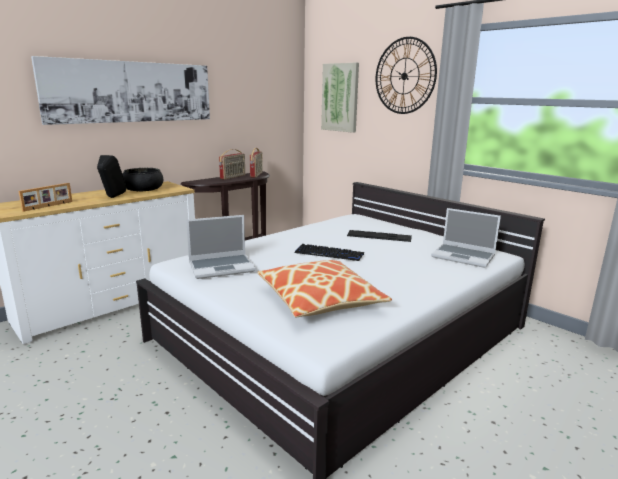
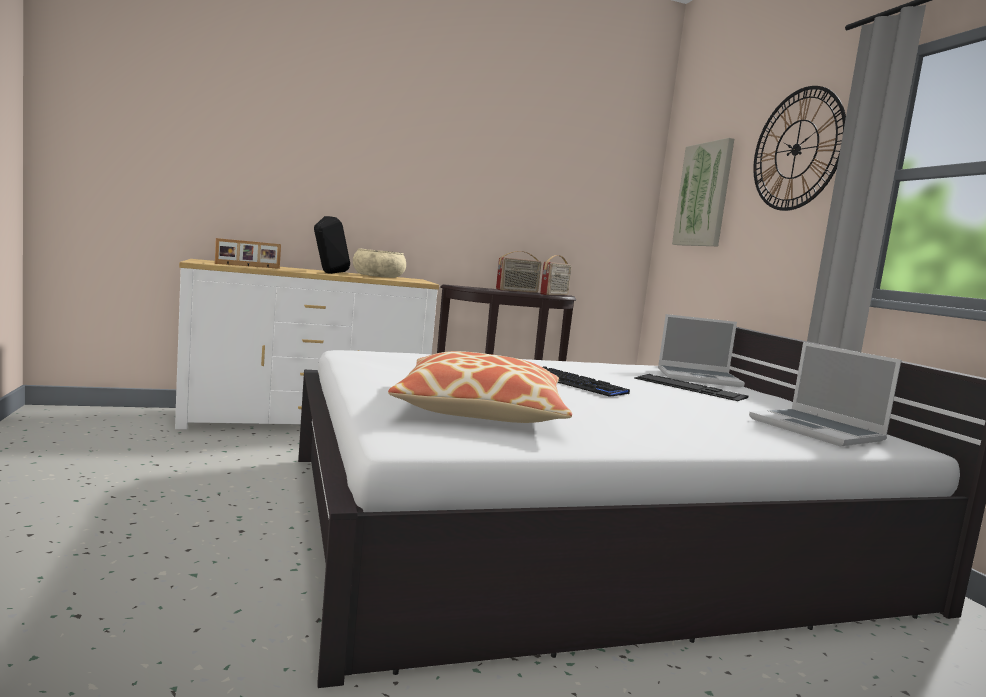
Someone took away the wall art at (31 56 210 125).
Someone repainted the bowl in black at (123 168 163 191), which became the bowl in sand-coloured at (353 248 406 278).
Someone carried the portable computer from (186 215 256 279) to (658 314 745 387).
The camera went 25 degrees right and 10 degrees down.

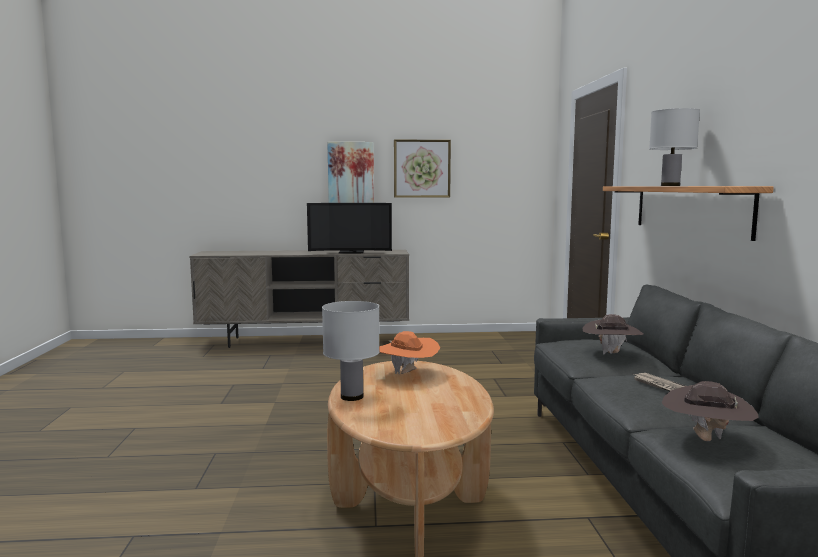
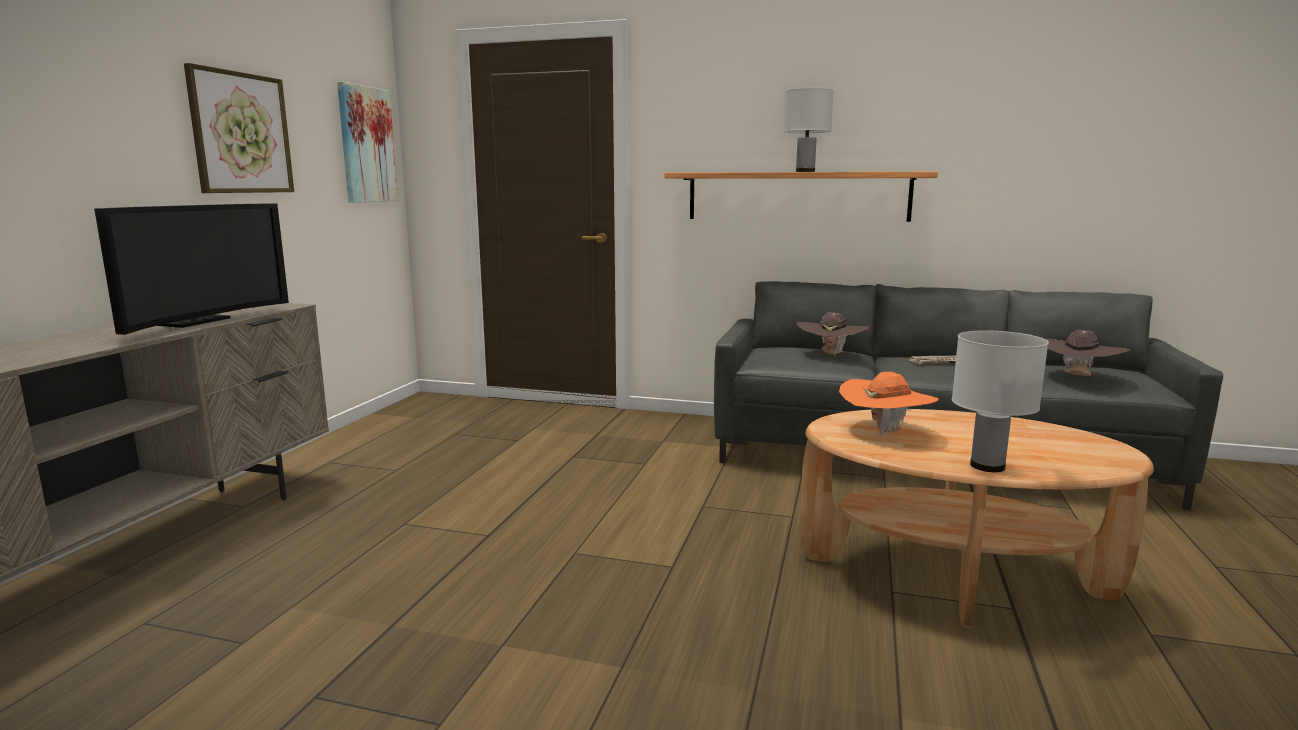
Someone carried the wall art from (327 142 374 203) to (337 82 398 203).
The camera went 70 degrees left and 5 degrees up.

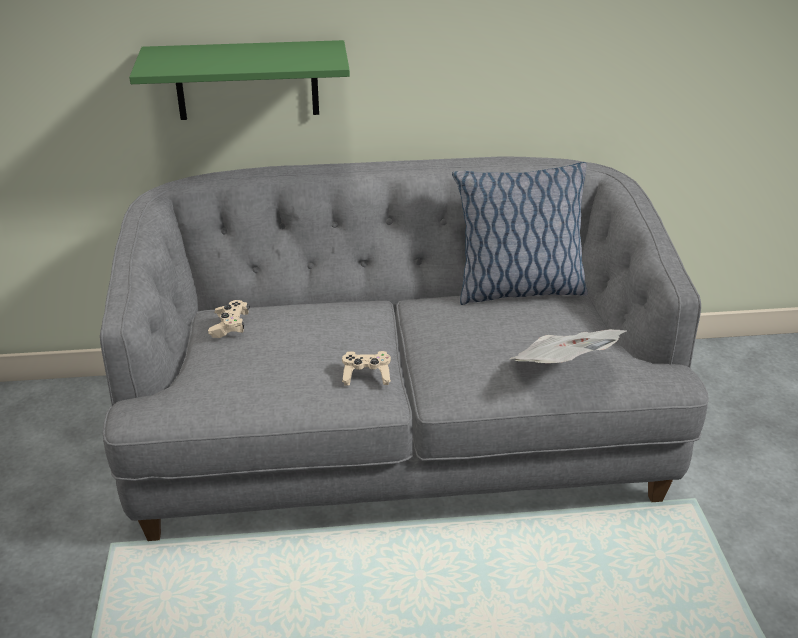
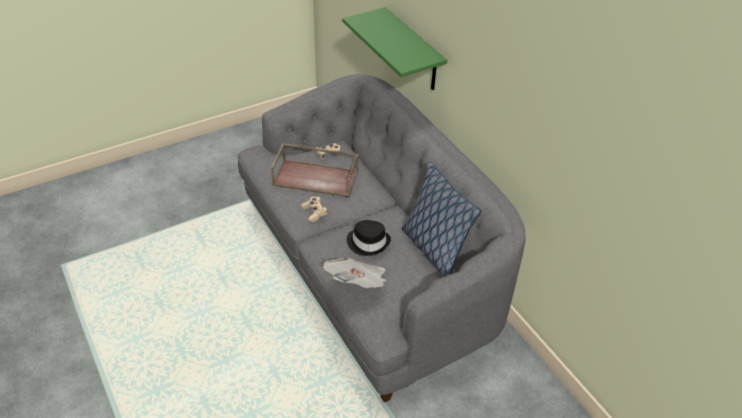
Someone put down the carrying tray in brownish at (271 143 359 197).
Someone put down the clothing hat in black at (347 220 391 256).
The camera went 65 degrees right and 10 degrees up.

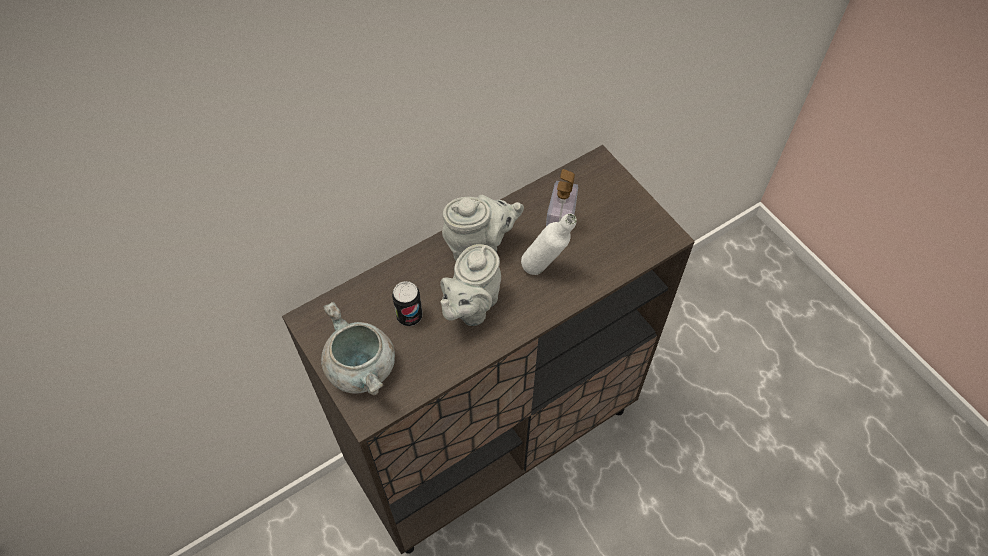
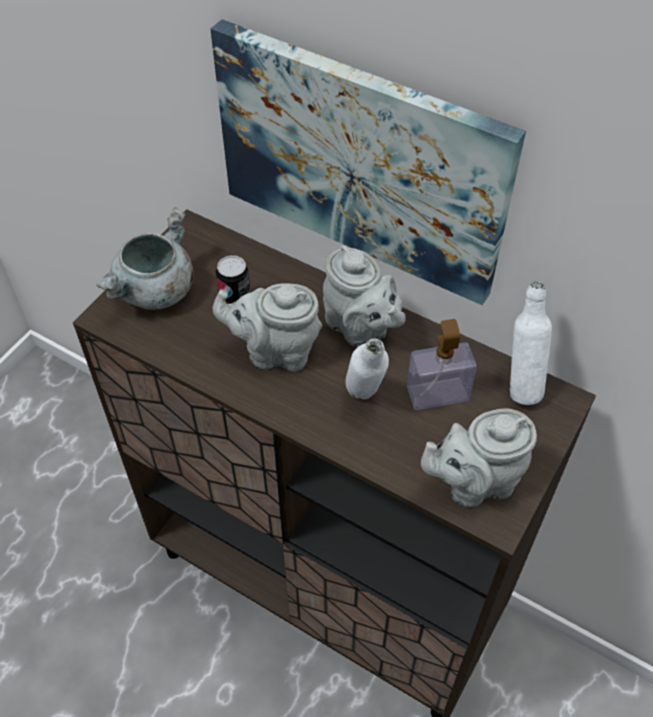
Someone put up the wall art at (210 19 526 305).
Someone put down the beverage bottle in white at (510 282 552 405).
Someone put down the tea pot in greyish at (421 408 537 508).
The camera went 65 degrees right and 5 degrees down.

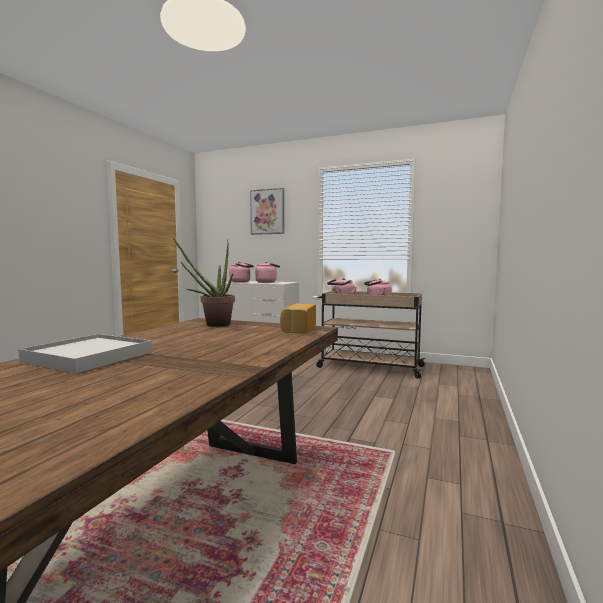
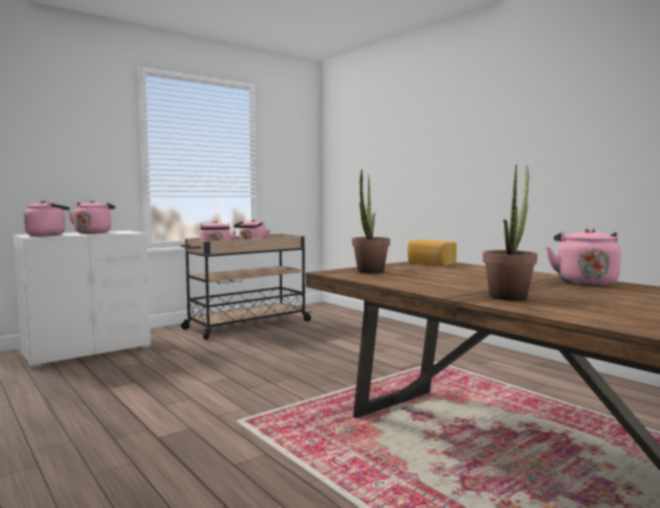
Someone took away the wall art at (250 188 284 235).
Someone swapped the carrying tray in white at (18 334 152 373) for the plant in a pot at (483 164 537 301).
Someone put down the tea kettle in pink-coloured at (546 228 621 286).
The camera went 60 degrees left and 0 degrees up.

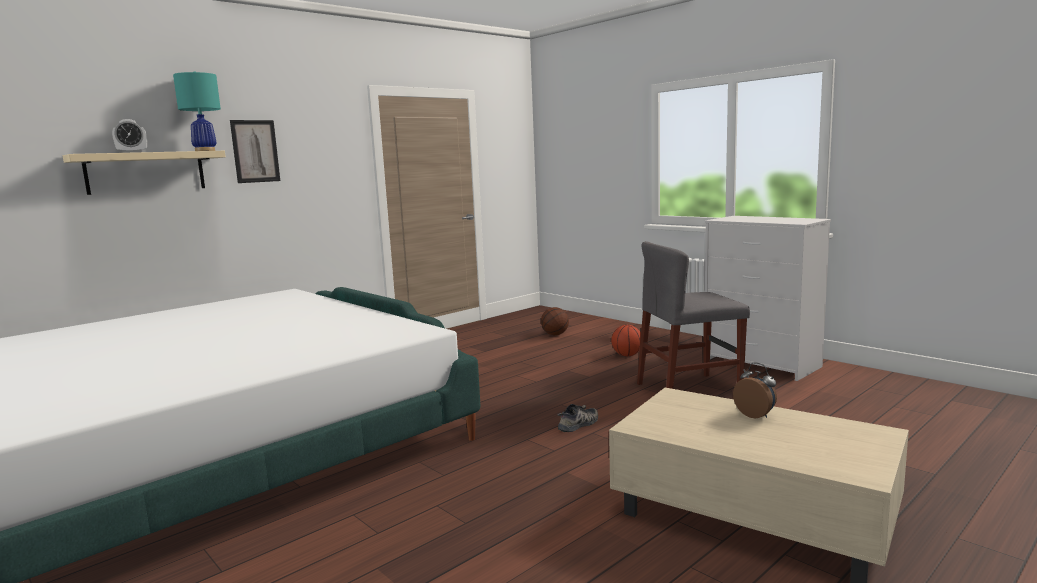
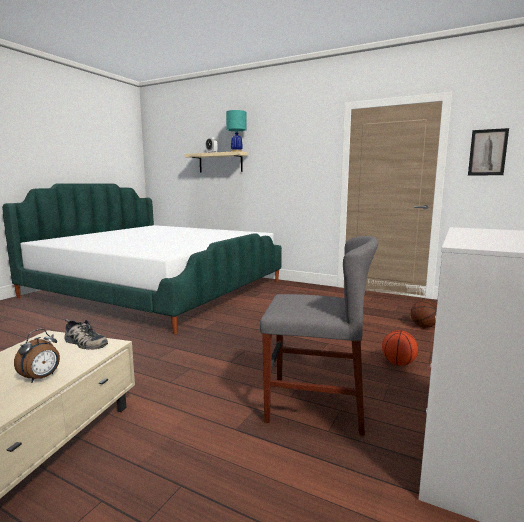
Someone carried the wall art from (230 120 280 183) to (468 128 509 176).
Someone rotated the plain chair in greyish at (637 241 750 389) by 135 degrees clockwise.
Someone carried the shoe from (557 404 598 432) to (64 319 108 350).
The camera went 70 degrees right and 0 degrees up.

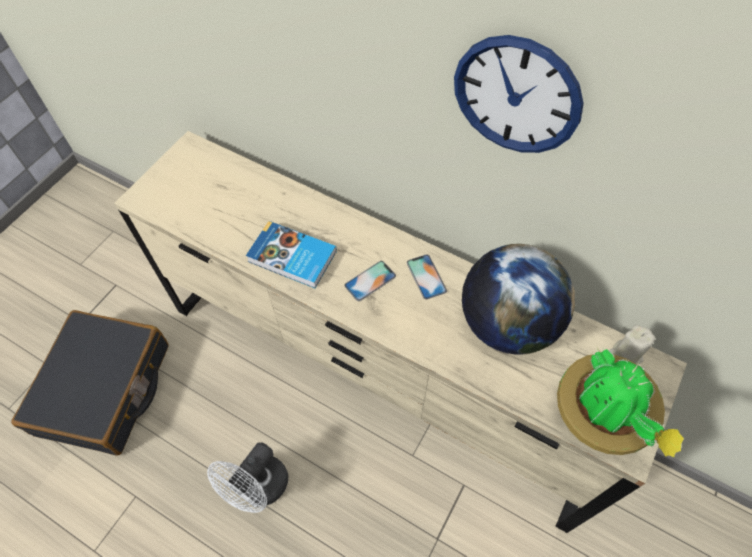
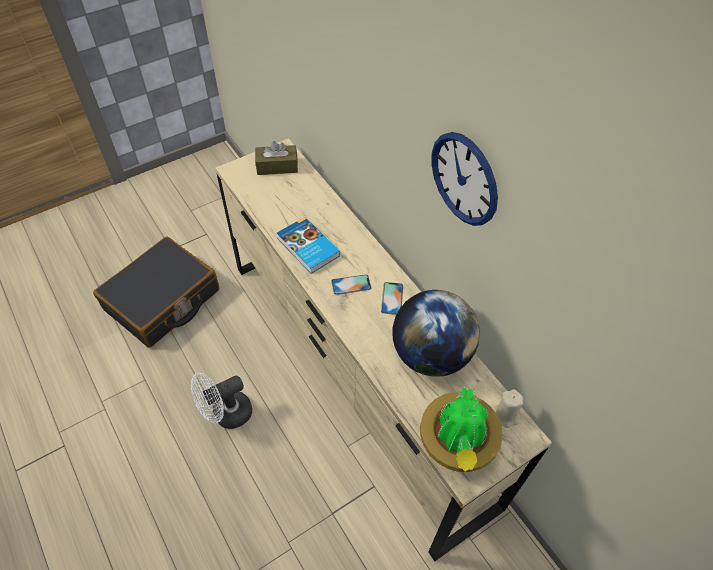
Someone put down the tissue box in brownish at (255 141 298 175).
The camera went 25 degrees right and 5 degrees down.

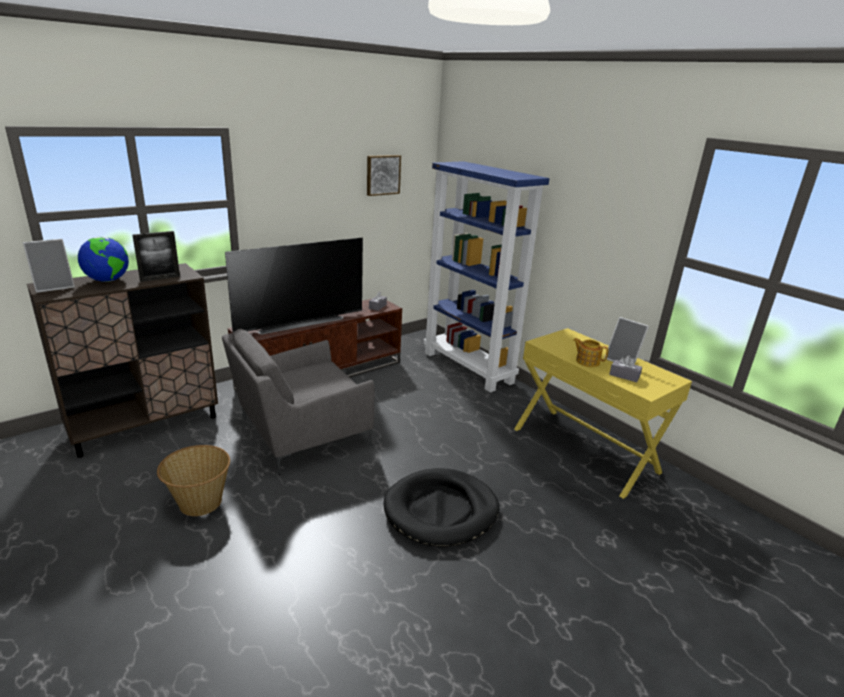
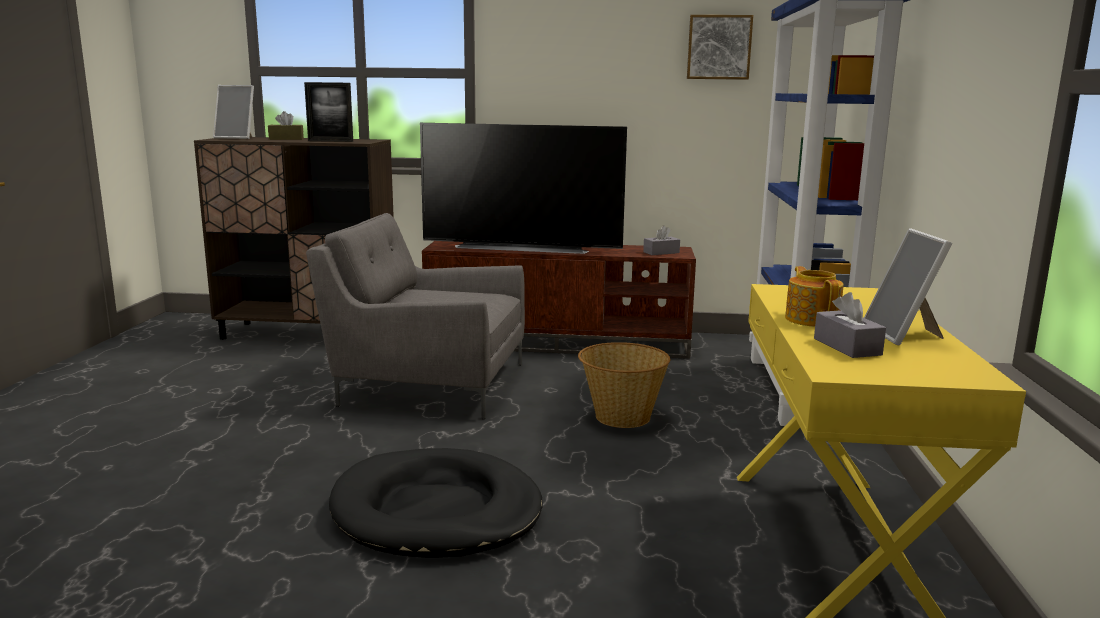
Someone swapped the globe at (78 237 129 282) for the tissue box in brownish at (268 111 304 140).
Someone carried the household basket from (157 445 230 516) to (578 342 670 428).
The camera went 45 degrees right and 10 degrees down.

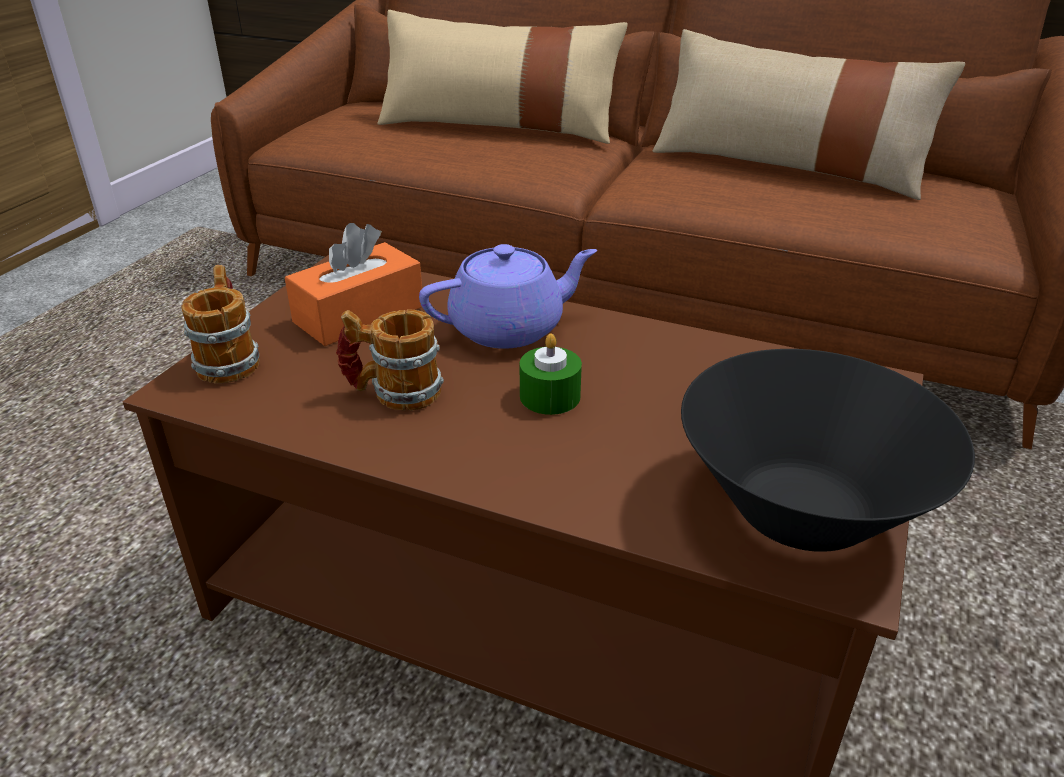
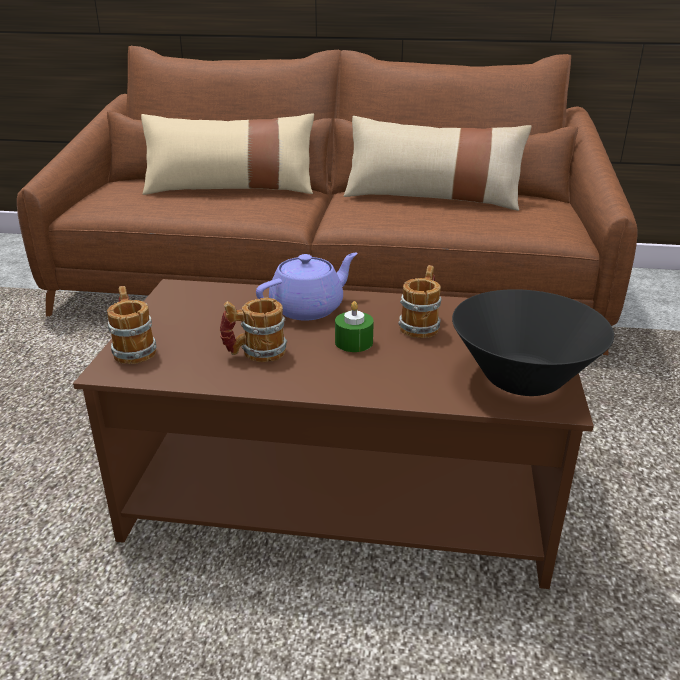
Someone took away the tissue box in orange-coloured at (285 223 422 346).
Someone put down the mug at (398 265 442 338).
The camera went 15 degrees left and 5 degrees down.

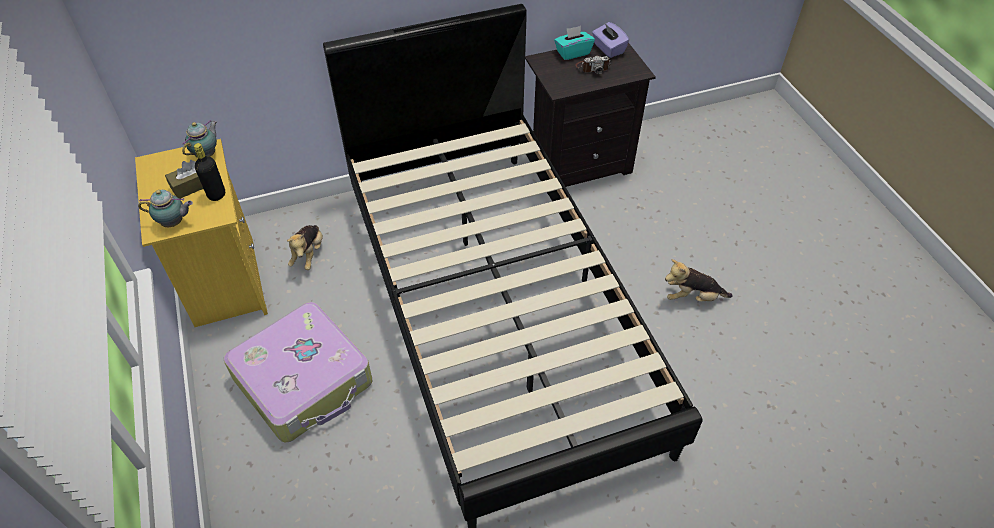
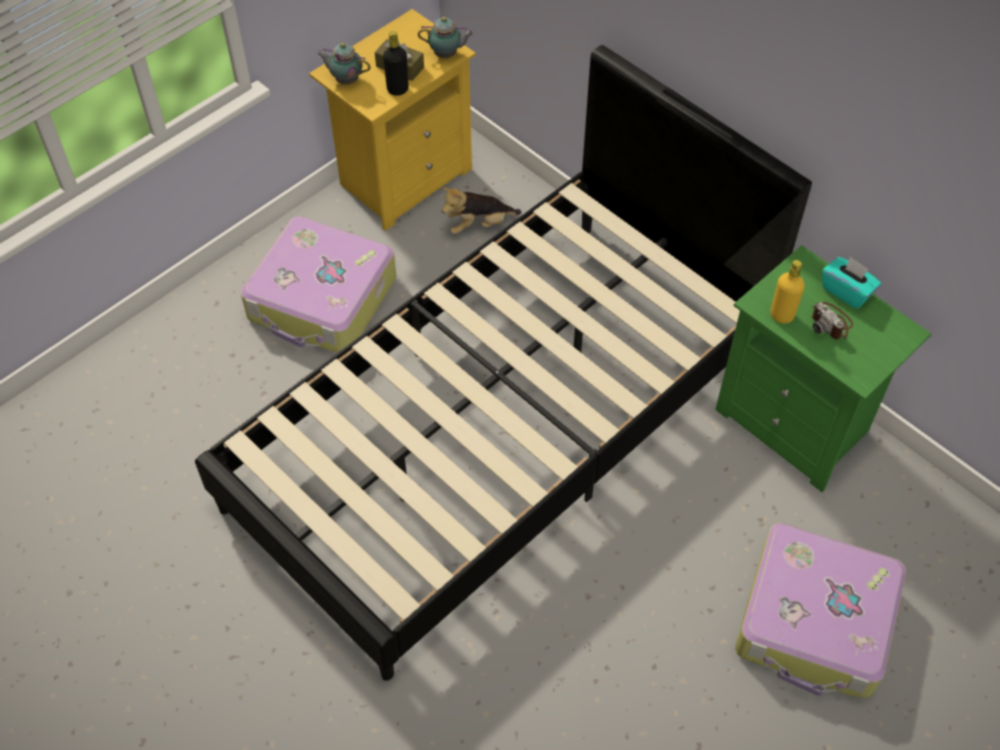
Someone took away the tissue box in purplish at (592 22 629 58).
Someone repainted the night table in black at (525 43 656 194), which became the night table in green at (715 245 931 492).
Someone rotated the tea pot at (138 190 193 227) by 135 degrees clockwise.
Someone took away the soft toy at (665 259 732 302).
Someone put down the beverage bottle in yellow at (771 260 805 324).
Someone put down the travel case at (735 523 906 699).
The camera went 65 degrees right and 5 degrees up.

